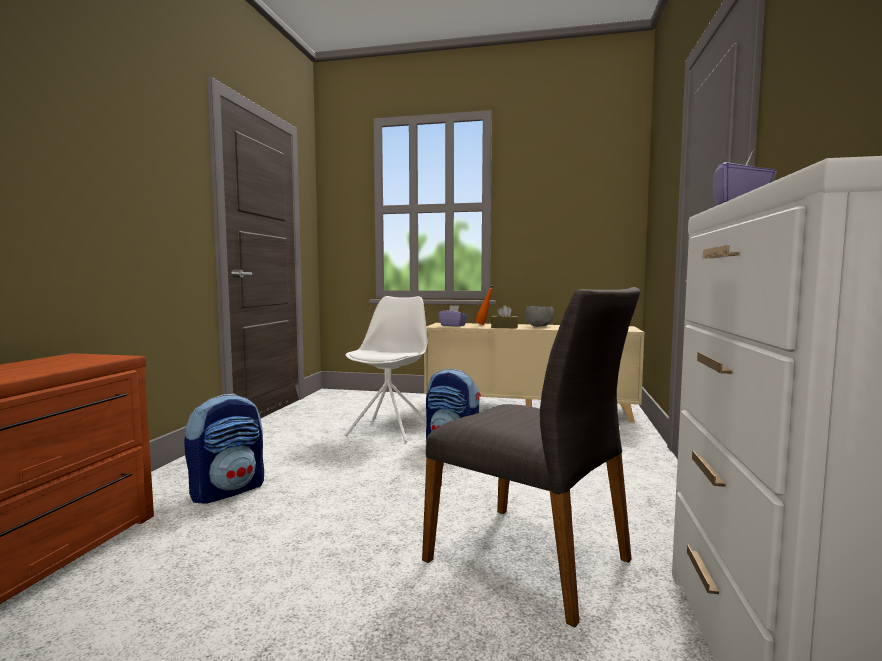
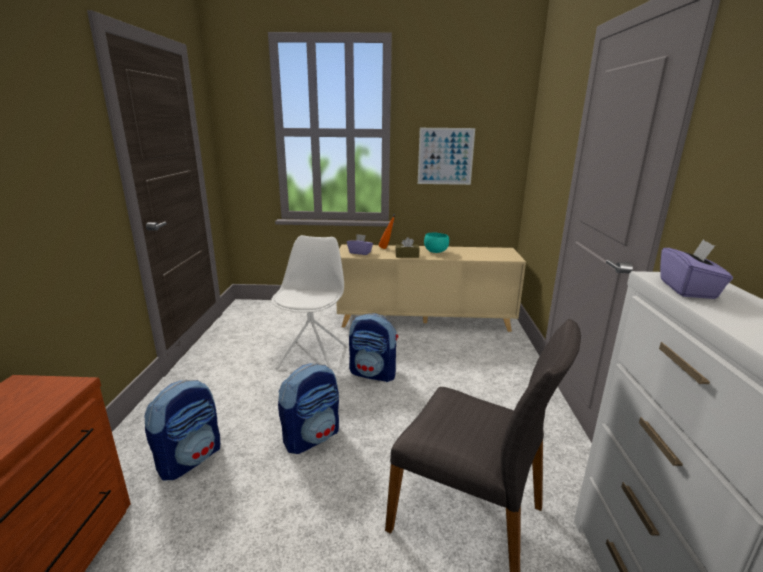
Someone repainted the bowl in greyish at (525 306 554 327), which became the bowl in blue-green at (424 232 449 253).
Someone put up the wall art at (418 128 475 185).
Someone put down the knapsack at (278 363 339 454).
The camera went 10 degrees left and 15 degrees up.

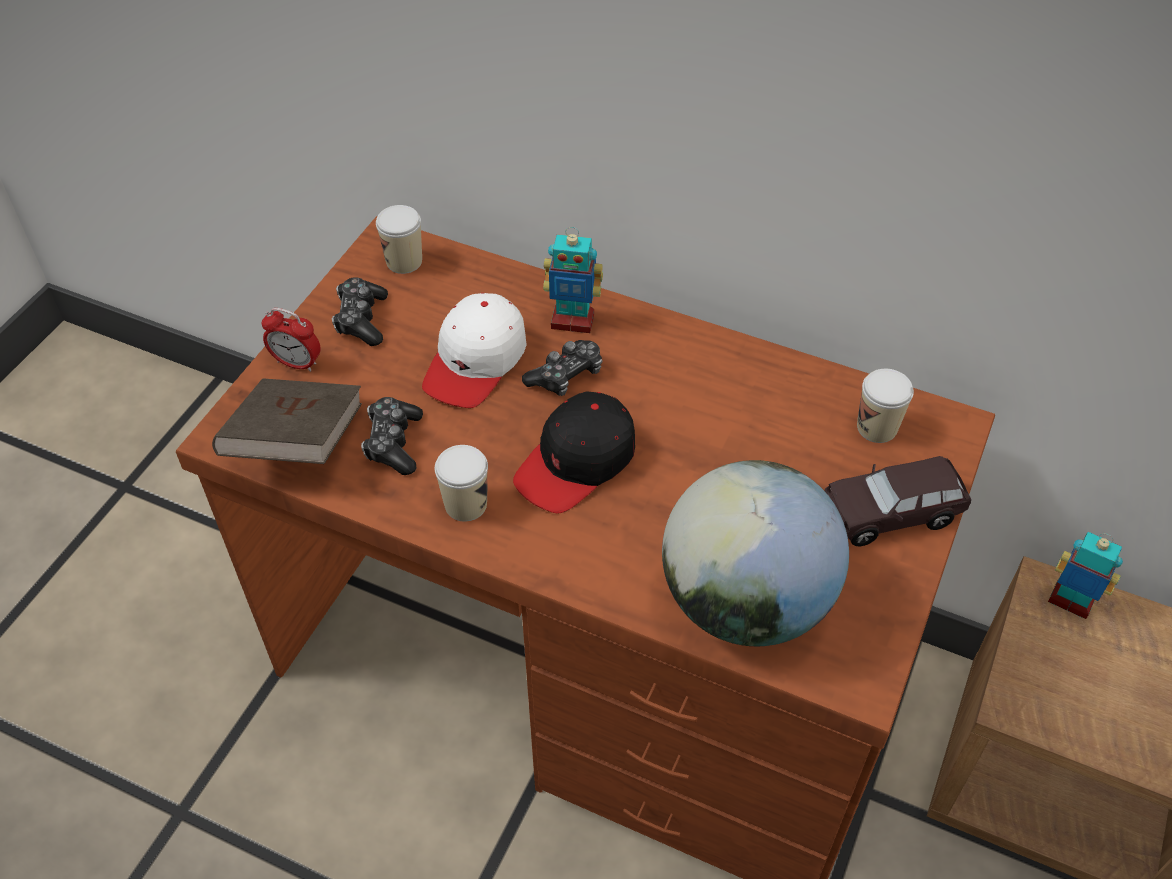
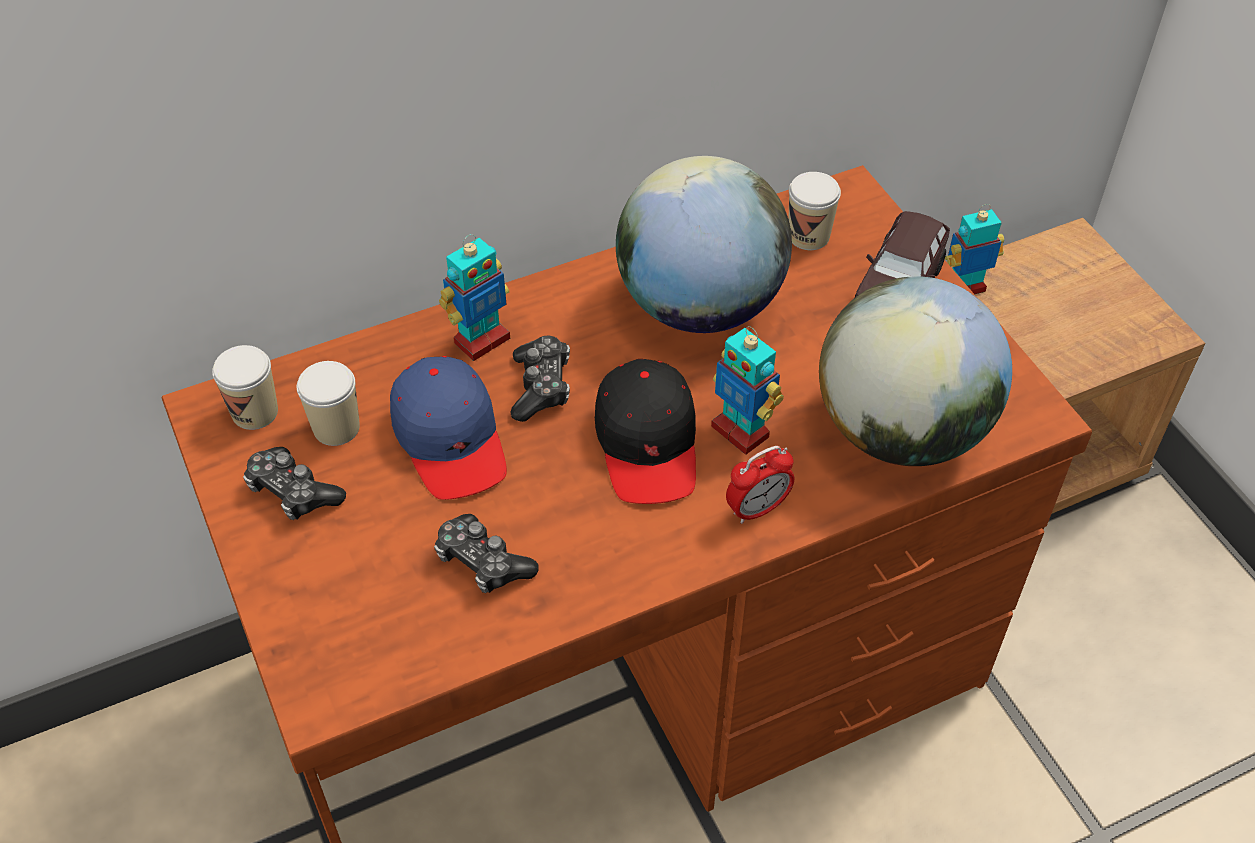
Someone repainted the baseball cap in white at (422 293 527 408), which became the baseball cap in blue at (390 356 507 500).
Someone carried the table clock from (261 308 321 372) to (726 446 794 524).
Someone took away the volume in brownish at (212 378 362 464).
Someone carried the cup from (435 445 488 522) to (297 361 360 446).
Someone put down the globe at (616 156 792 333).
Someone put down the model robot at (711 326 784 455).
The camera went 50 degrees left and 0 degrees up.

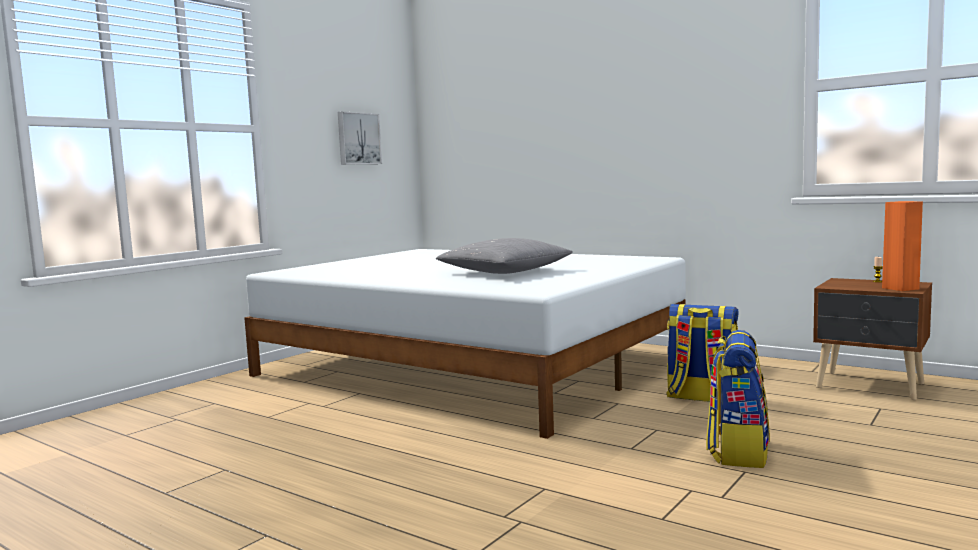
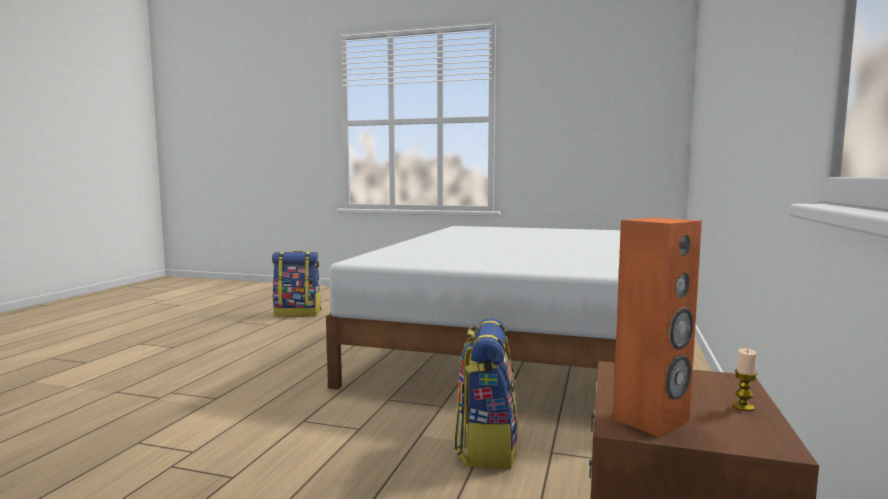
Someone took away the wall art at (338 111 382 165).
Someone took away the throw pillow in greyish at (436 238 573 274).
Someone carried the knapsack from (706 330 770 468) to (272 251 321 317).
The camera went 70 degrees right and 0 degrees up.

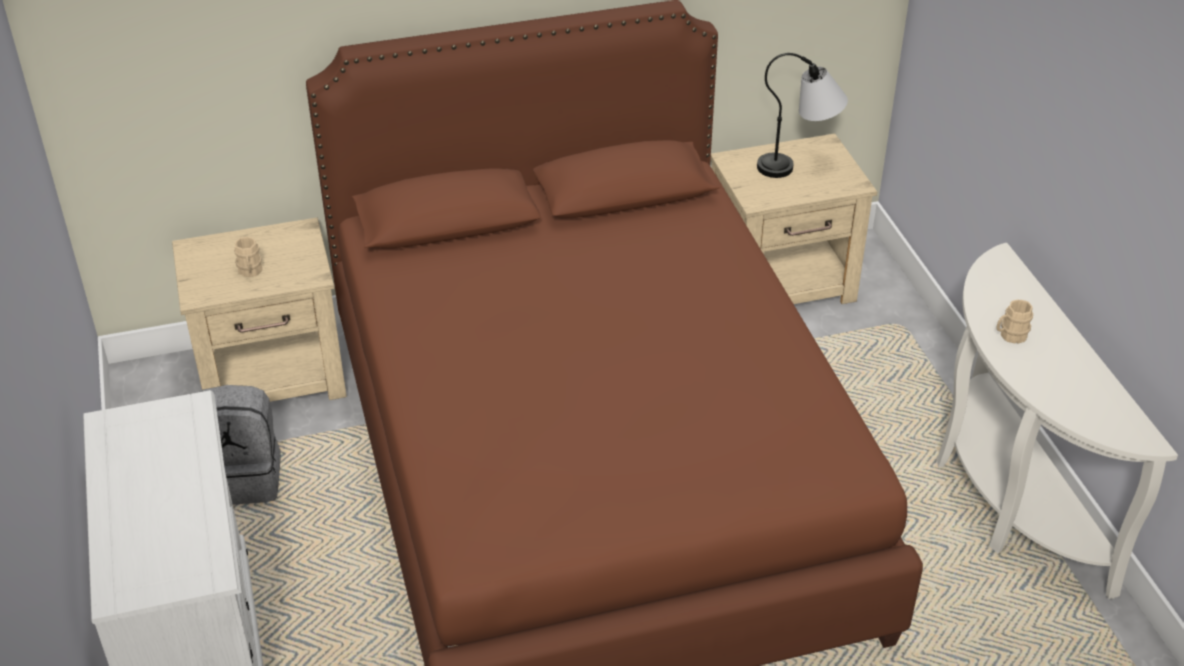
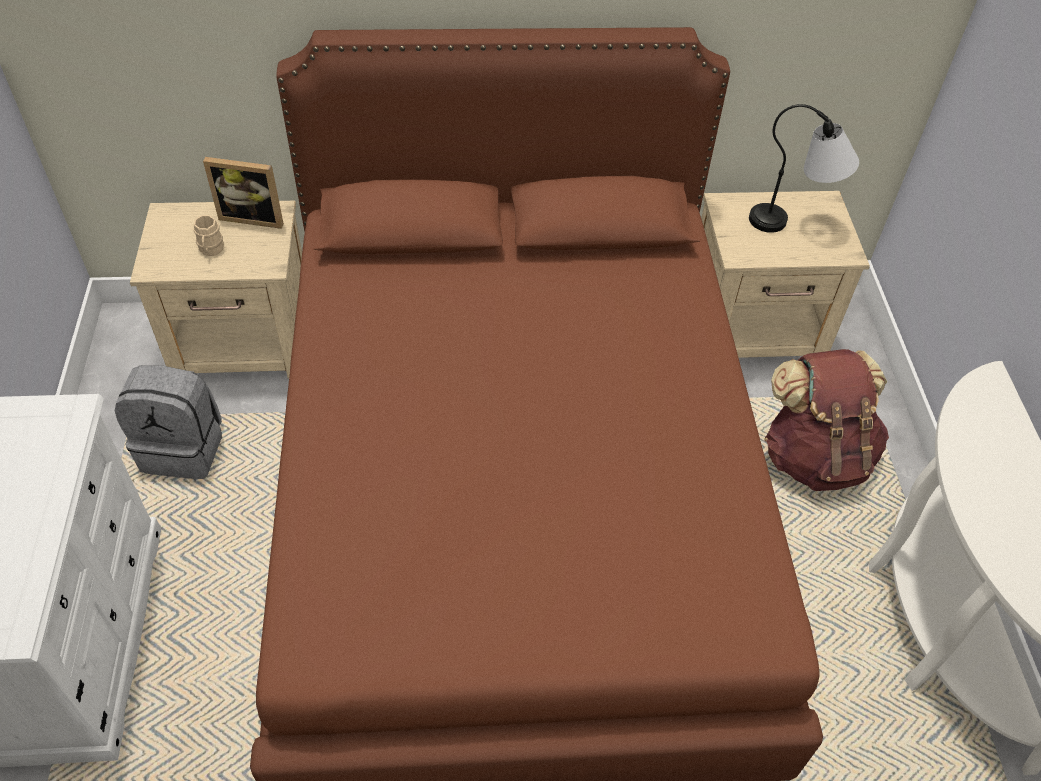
Someone took away the mug in sand-coloured at (997 300 1033 344).
Someone put down the picture frame at (203 157 284 229).
Someone put down the knapsack in brownish at (764 349 889 491).
The camera went 10 degrees right and 10 degrees up.

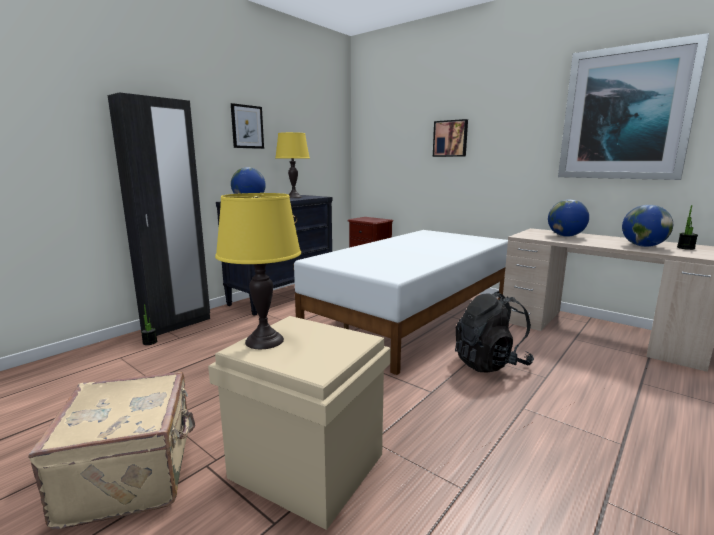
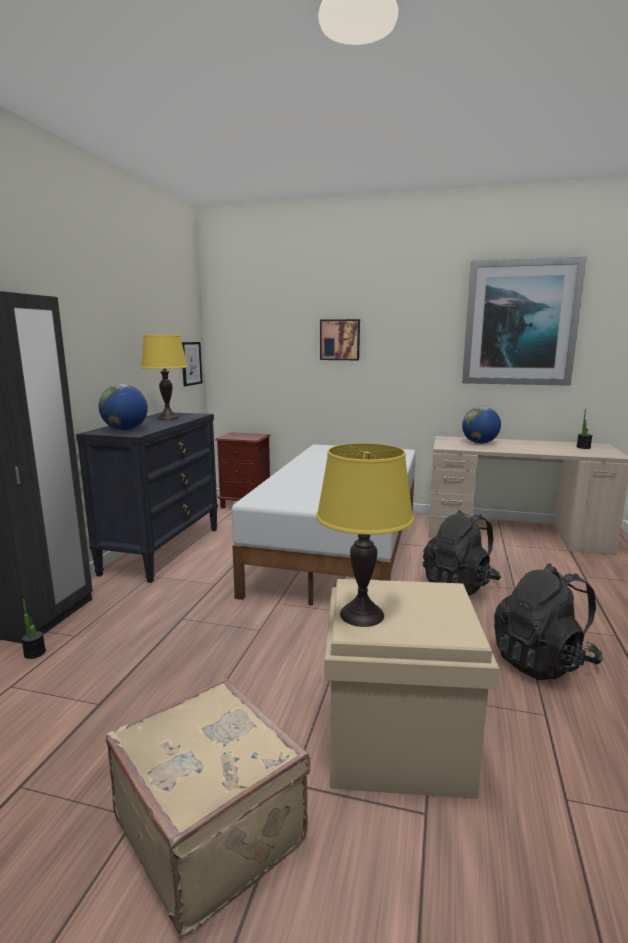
Someone carried the wall art from (231 103 264 149) to (182 342 203 386).
Someone took away the globe at (622 205 673 247).
Someone put down the knapsack in black at (494 563 603 680).
The camera went 25 degrees left and 0 degrees up.

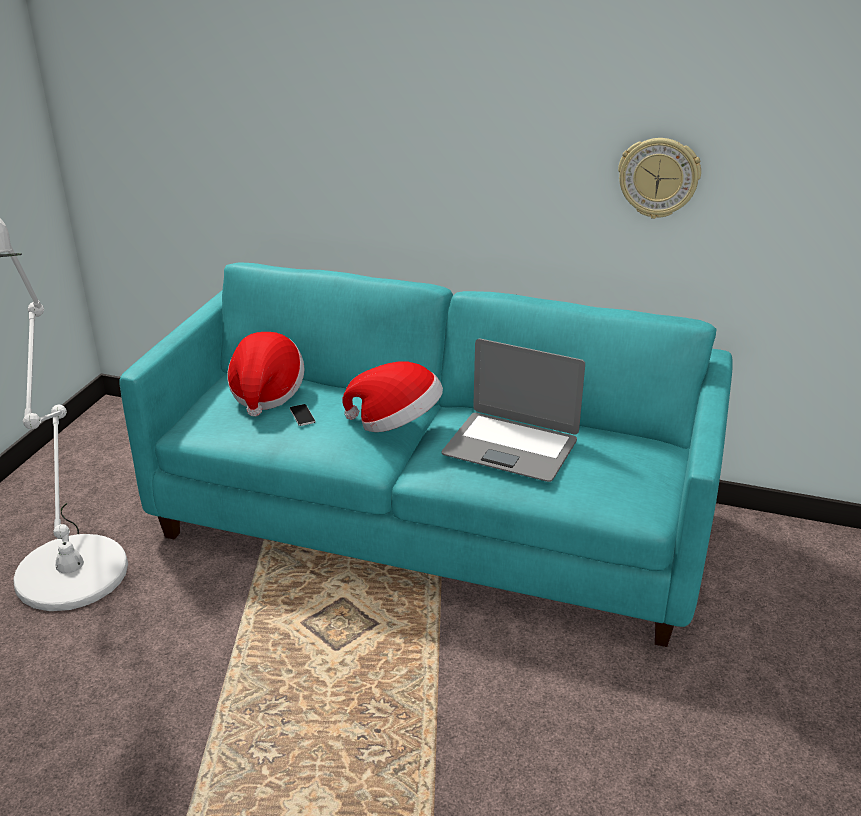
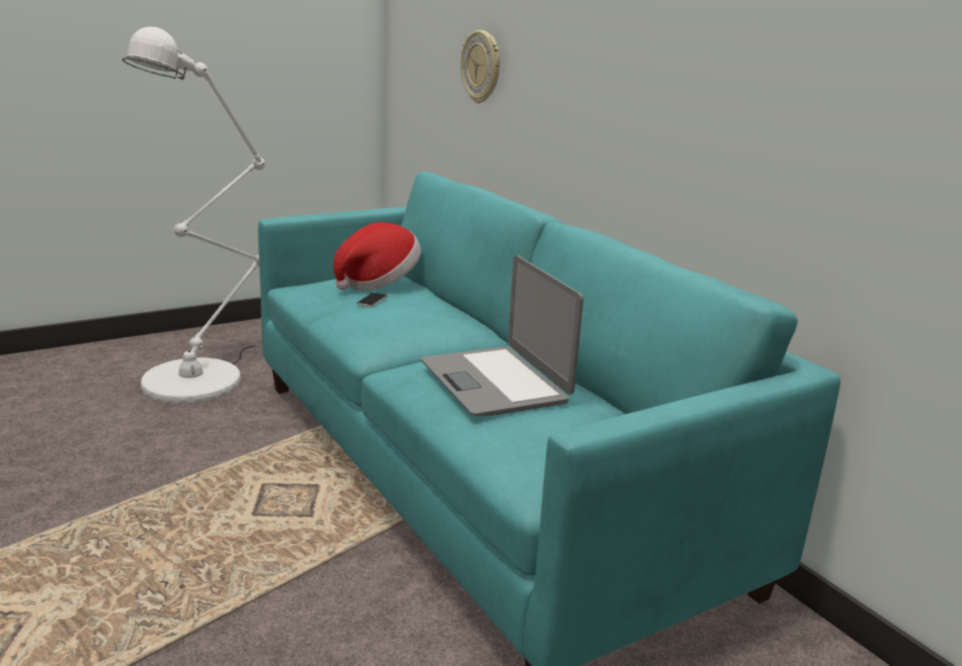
Someone carried the hanging clock from (618 138 701 219) to (461 30 500 103).
Someone took away the clothing hat at (342 361 443 432).
The camera went 40 degrees right and 10 degrees down.

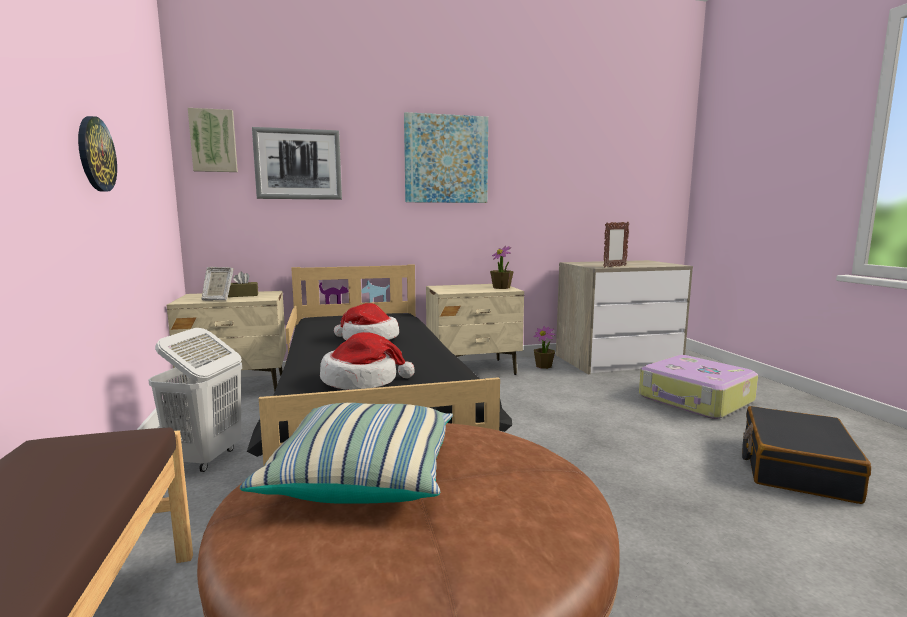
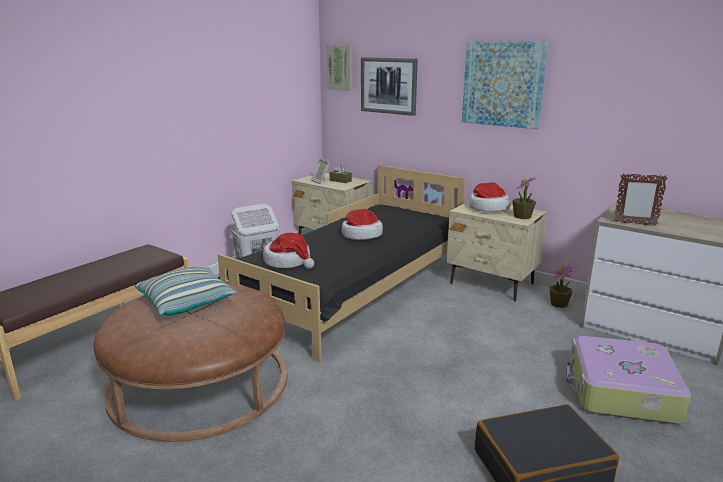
Someone took away the hanging clock at (78 116 117 192).
Someone put down the clothing hat at (469 182 511 212).
The camera went 50 degrees right and 10 degrees up.

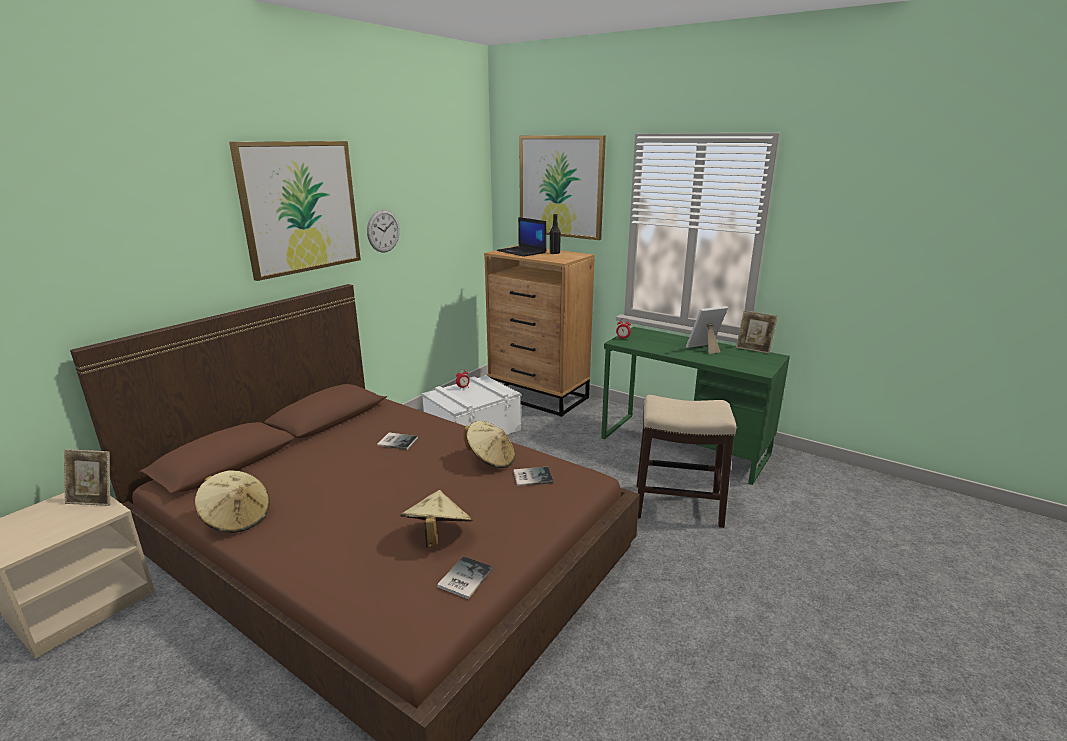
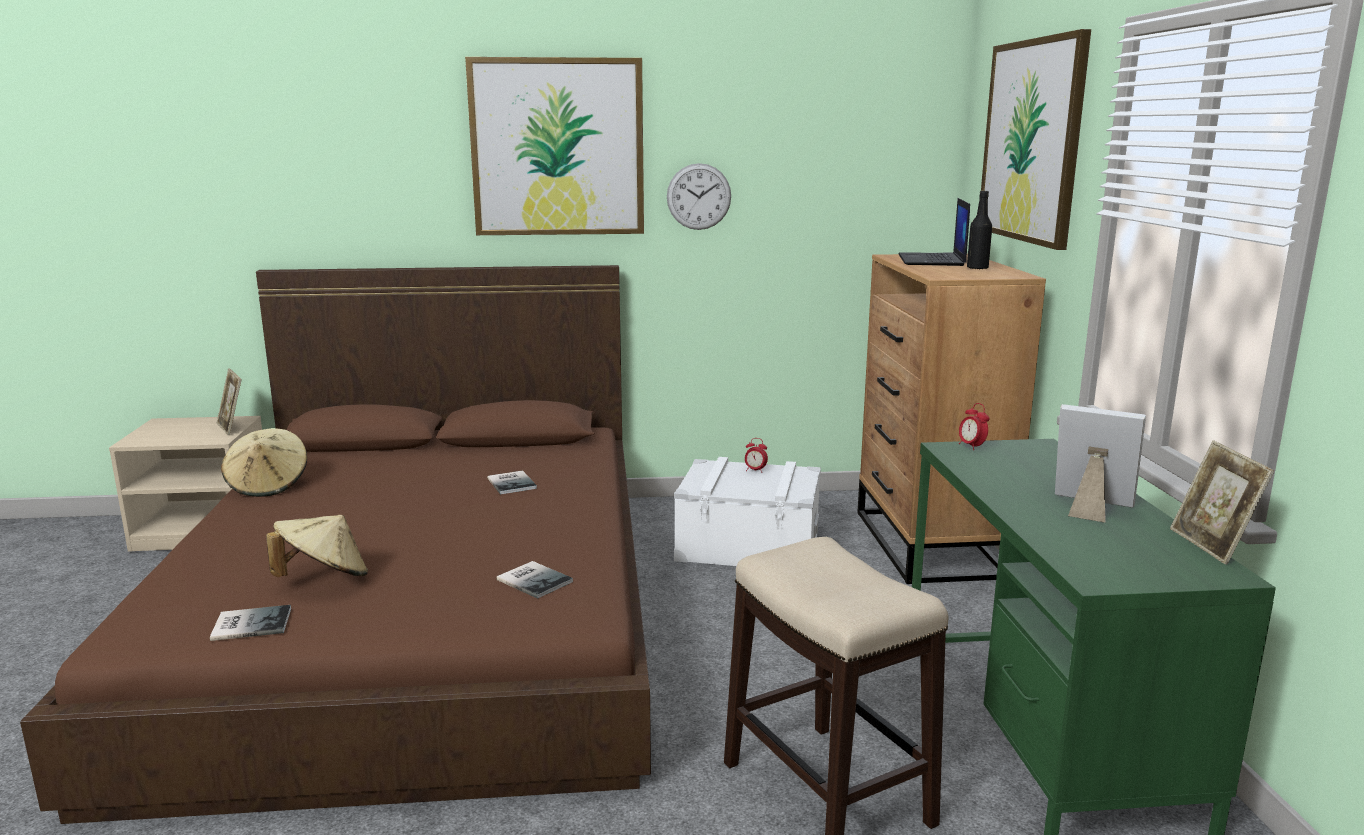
Someone took away the clothing hat in sand-coloured at (464 421 515 468).
The camera went 50 degrees right and 5 degrees down.

